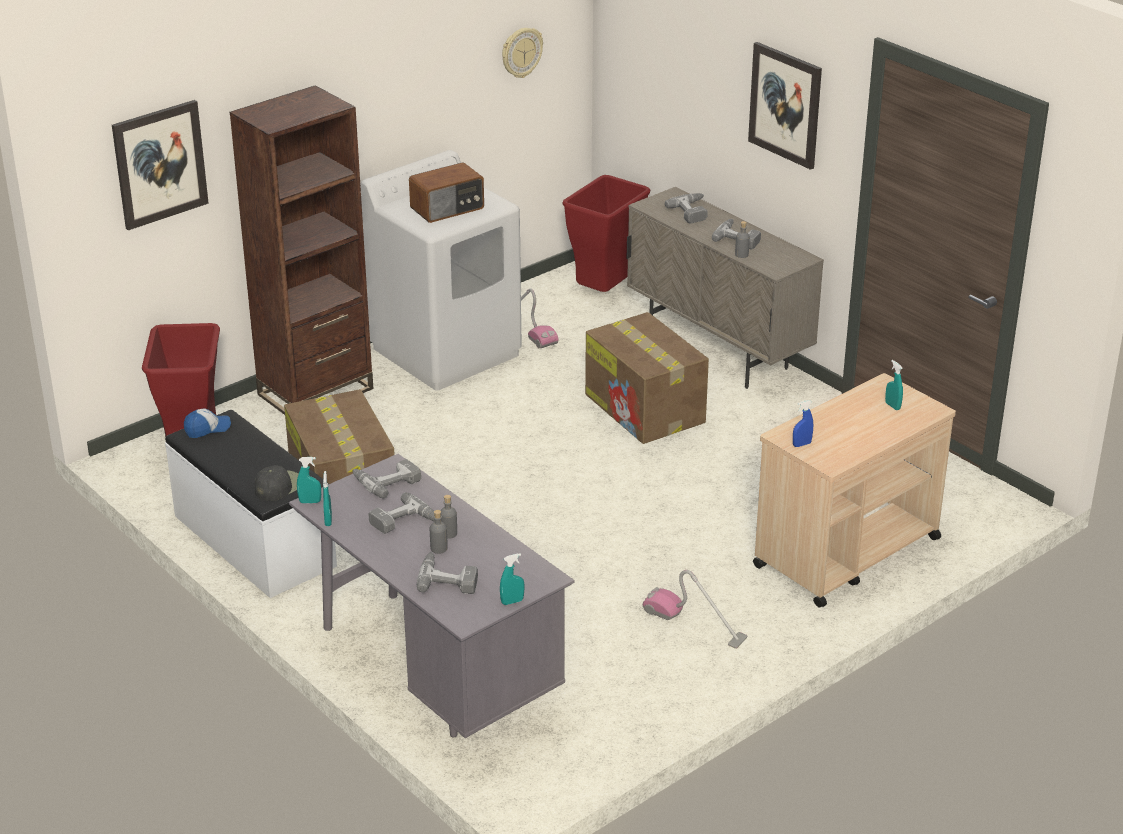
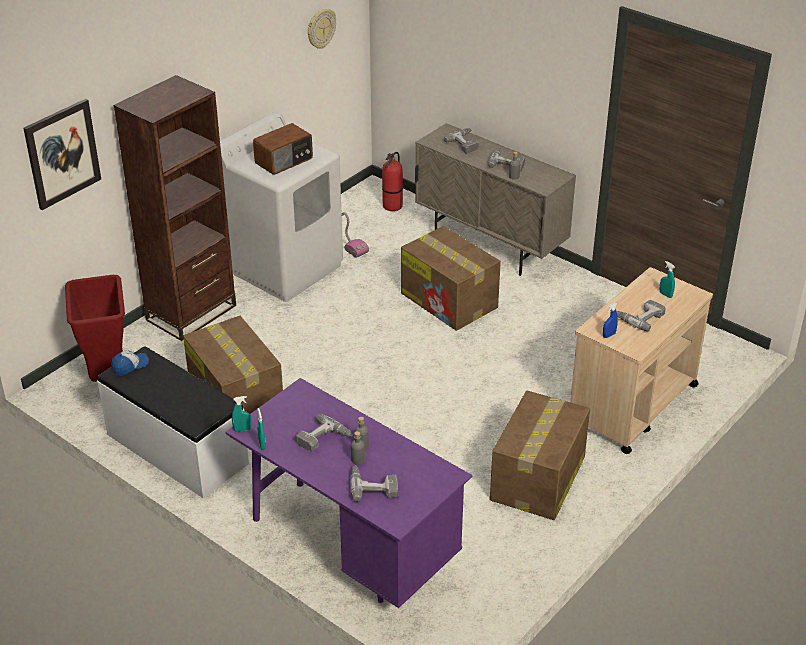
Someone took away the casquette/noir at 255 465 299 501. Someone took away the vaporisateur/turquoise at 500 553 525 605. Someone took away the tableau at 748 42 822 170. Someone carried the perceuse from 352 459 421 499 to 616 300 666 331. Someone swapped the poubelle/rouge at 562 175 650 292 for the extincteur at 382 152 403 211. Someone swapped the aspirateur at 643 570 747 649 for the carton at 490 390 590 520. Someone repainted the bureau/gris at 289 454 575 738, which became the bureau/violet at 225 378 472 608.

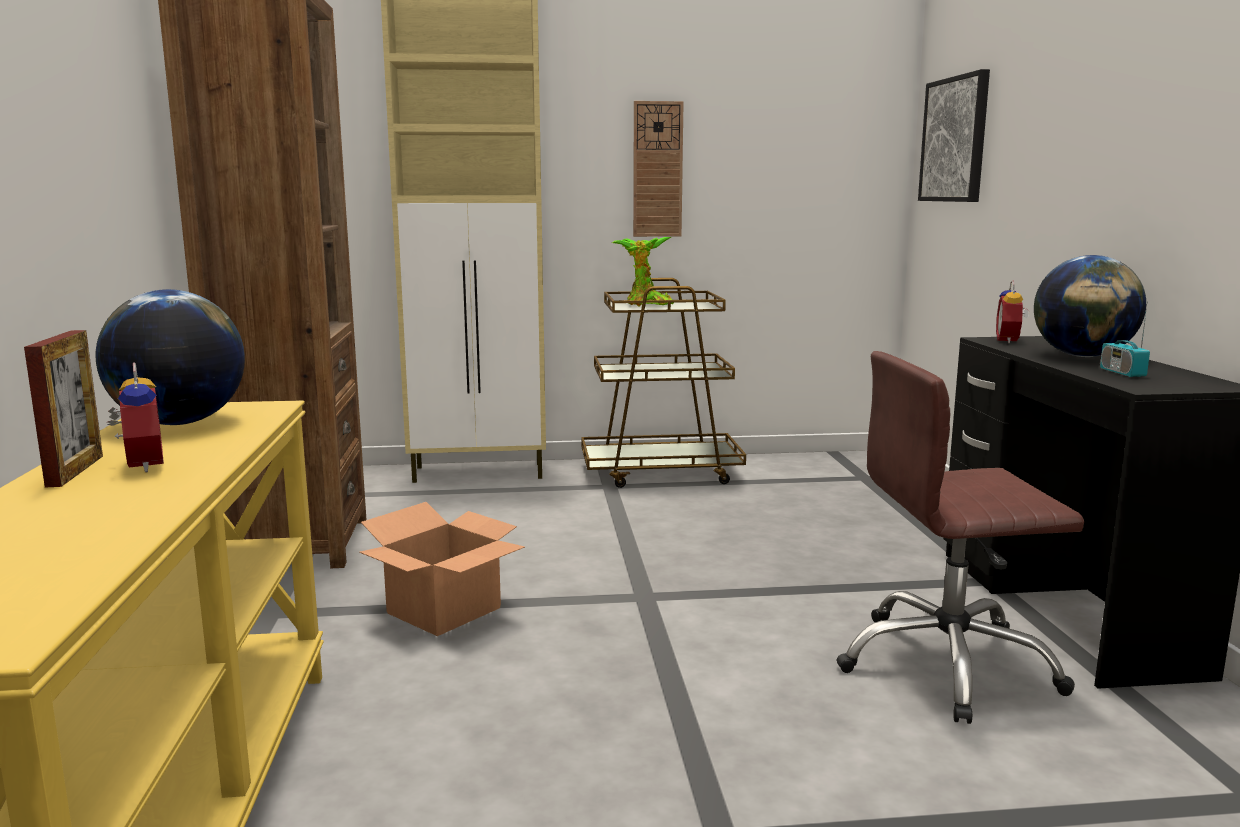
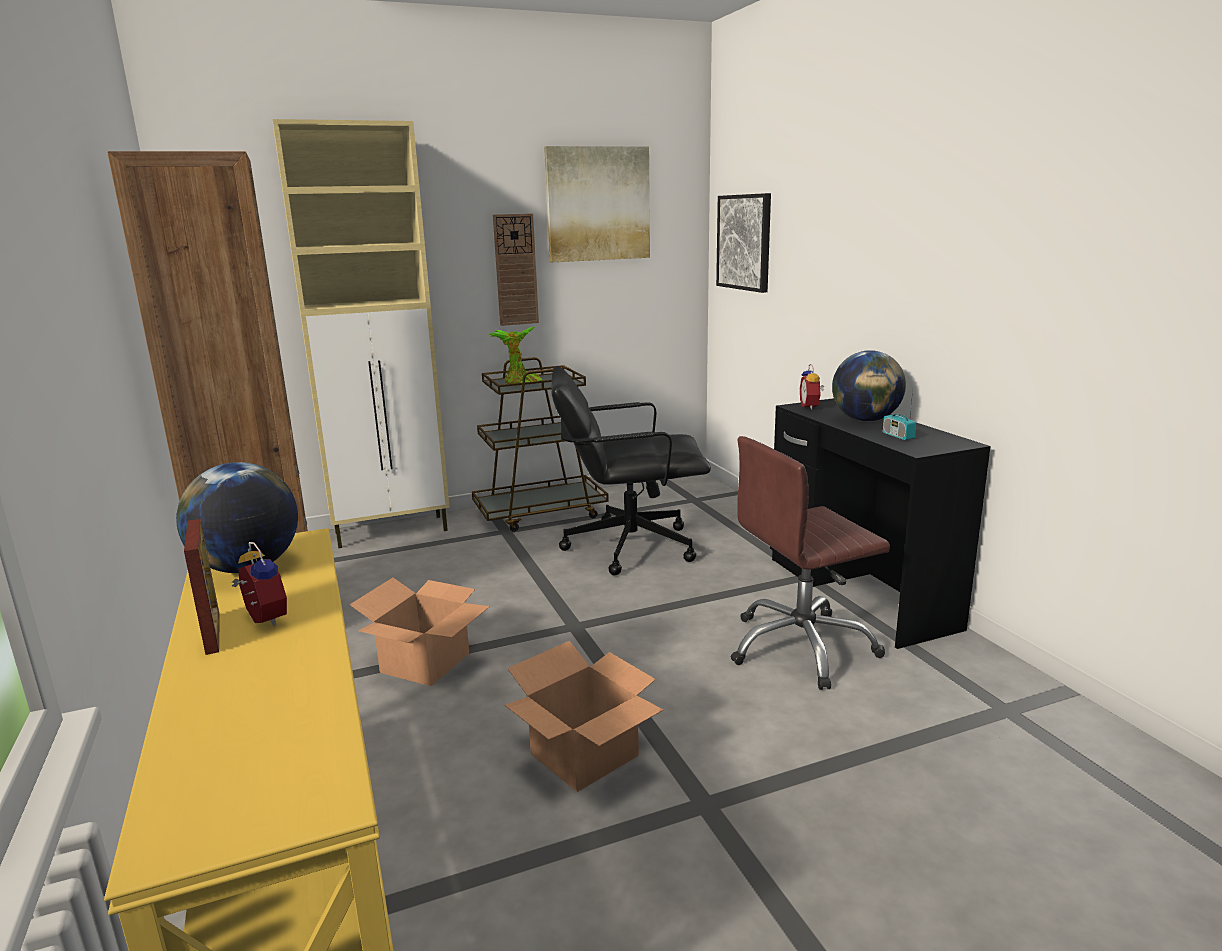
Someone put down the carton at 505 641 663 792. Someone put up the tableau at 544 146 650 262. Someone put down the chaise de bureau/noir at 551 366 711 576.

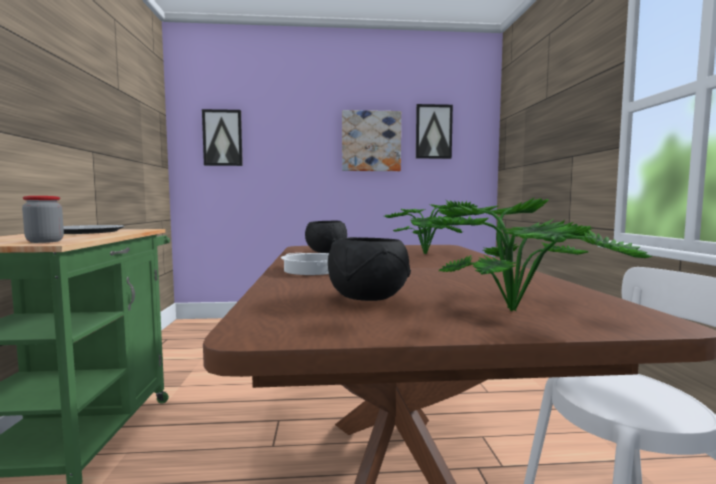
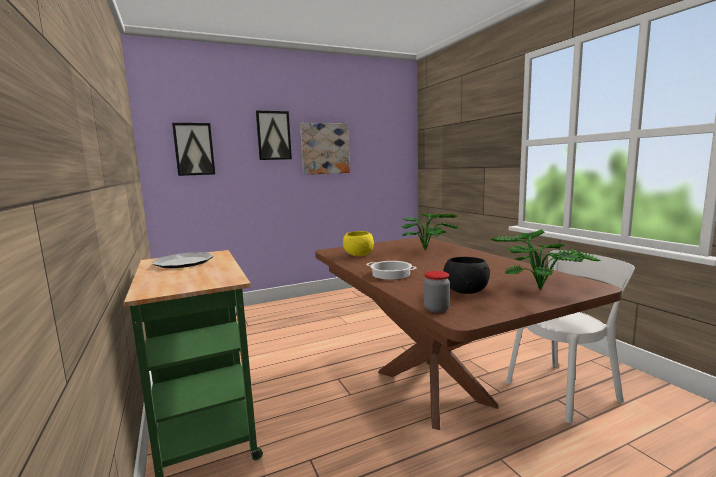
Someone carried the bocal from 22 196 64 243 to 424 271 450 313. Someone carried the tableau from 416 104 453 159 to 256 111 292 160. Someone repainted the bol/noir at 305 221 347 253, which became the bol/jaune at 343 231 374 256.

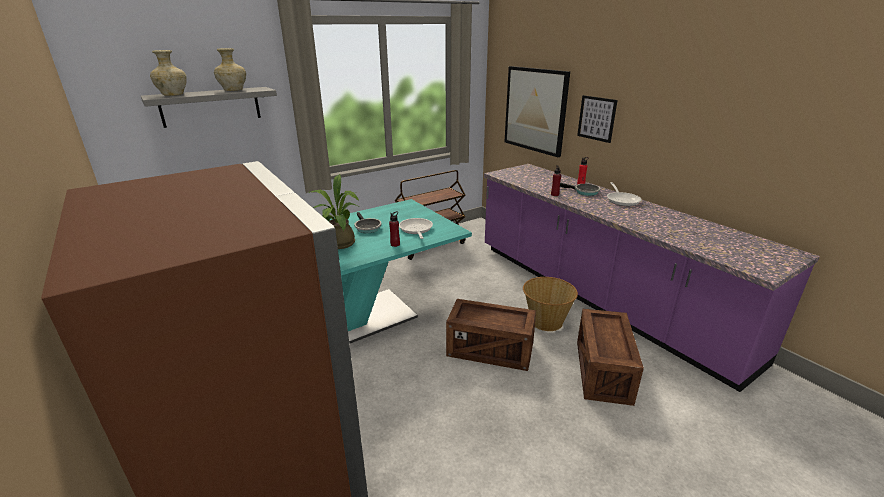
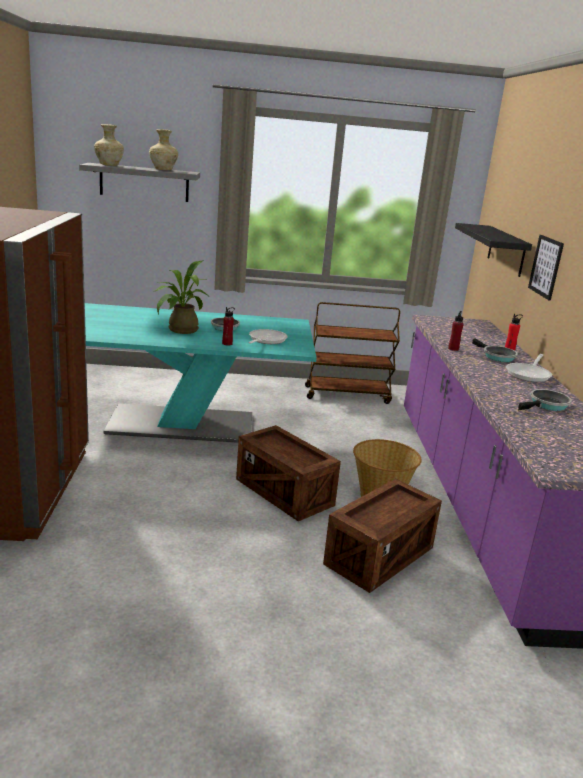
Someone put down the poêle at 518 389 572 411. Someone swapped the tableau at 505 66 570 157 for the étagère/noir at 455 223 532 277.

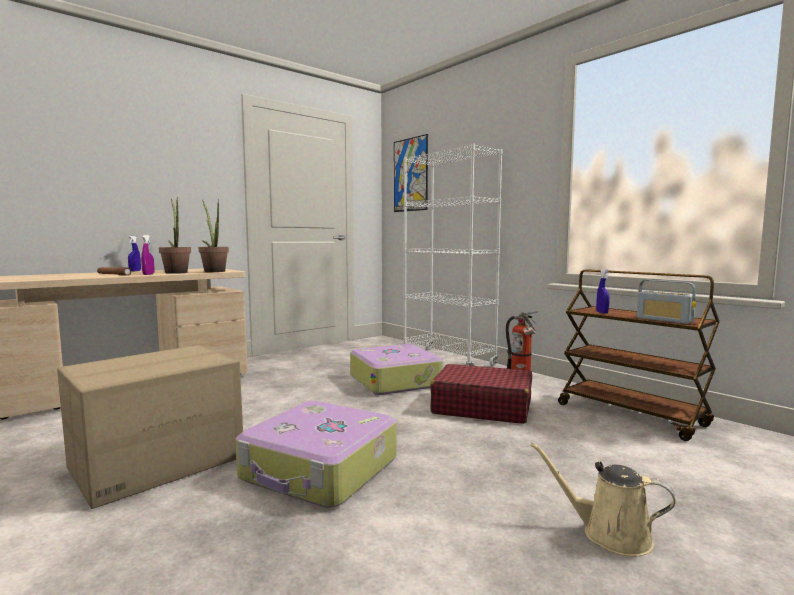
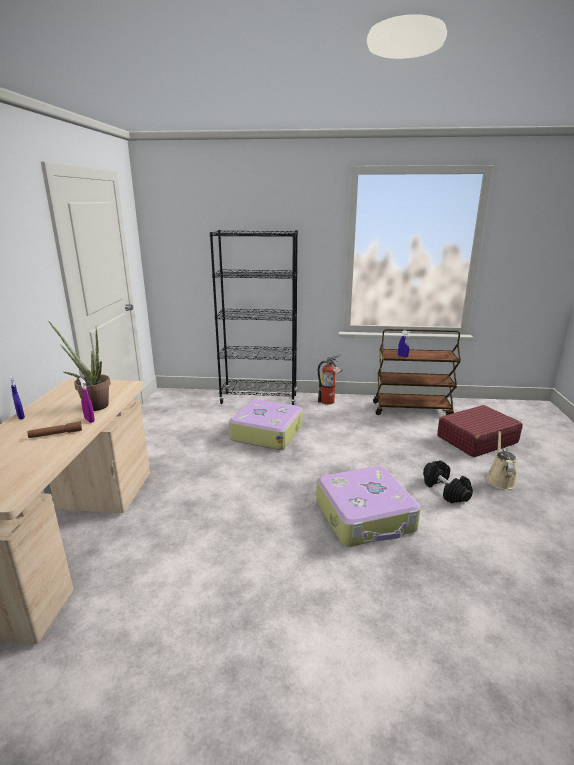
Someone took away the carton at 57 345 243 509. Someone took away the plante en pot at 199 199 229 272. Someone took away the tableau at 394 134 428 212. Someone took away the radio at 636 280 696 324. Someone put down the haltère/noir at 423 460 473 503. Someone carried the valise/rouge from 430 364 532 424 to 437 405 523 457. Someone repainted the bibliothèque/blanc at 403 144 502 366, which became the bibliothèque/noir at 210 230 298 405. Someone rotated the arrosoir/beige at 530 443 675 557 by 120 degrees clockwise.

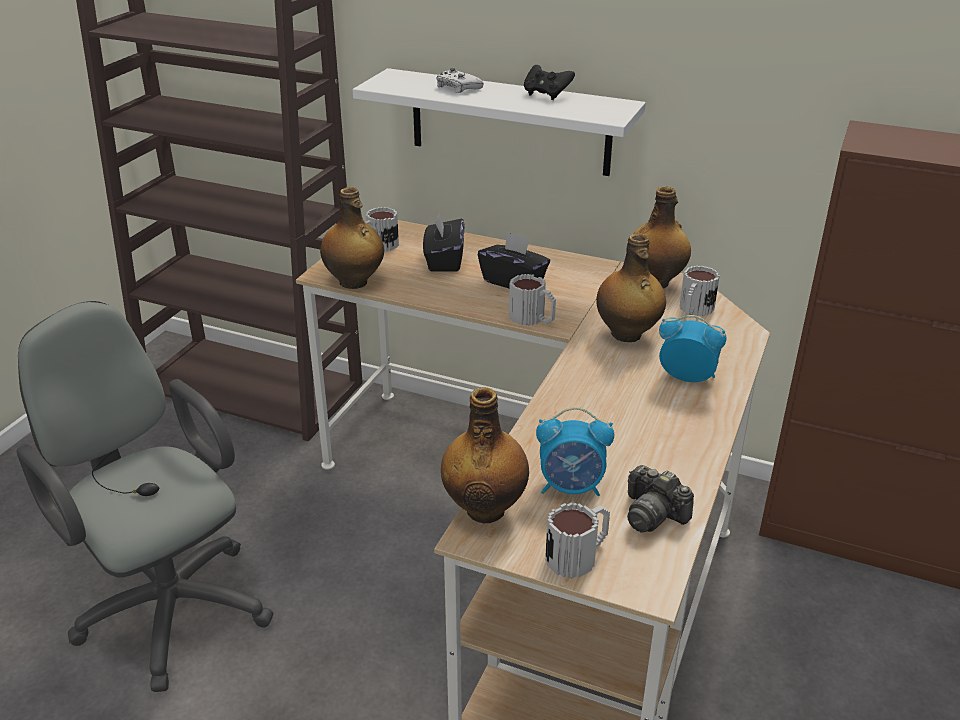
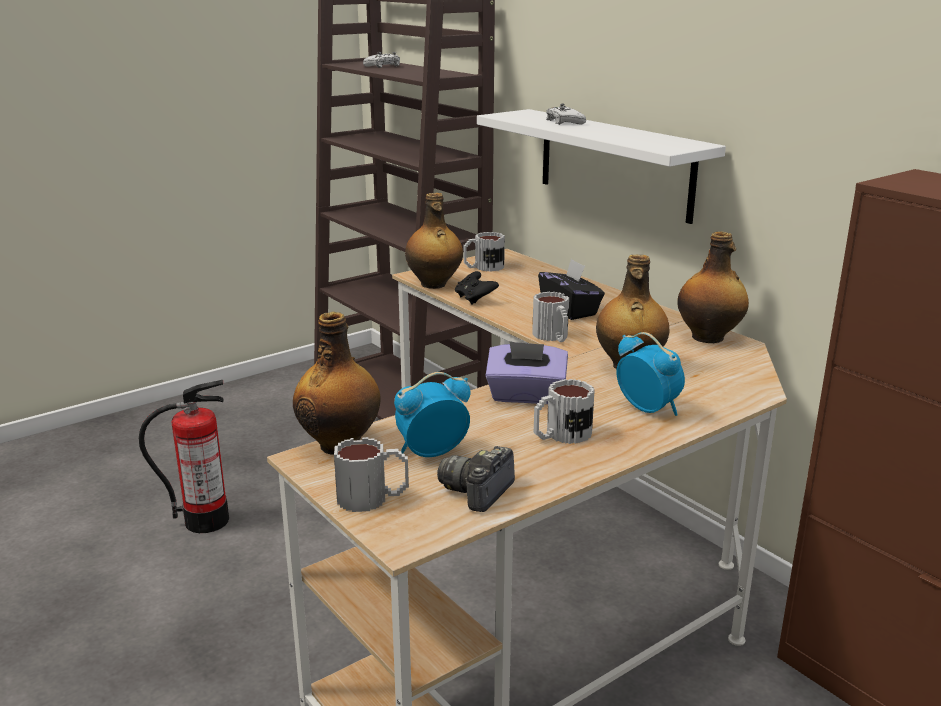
Someone took away the boîte à mouchoirs/noir at 423 212 465 272. Someone put down the manette/blanc at 363 52 400 68. Someone put down the boîte à mouchoirs/violet at 485 341 568 404. Someone carried the manette/noir from 524 65 575 100 to 455 271 499 305. Someone carried the mug from 680 266 720 318 to 534 379 595 444. Someone swapped the chaise de bureau/gris at 16 301 274 692 for the extincteur at 139 380 229 533. Someone rotated the réveil at 536 407 614 496 by 120 degrees clockwise. Someone rotated the appareil photo at 627 465 694 532 by 45 degrees clockwise.

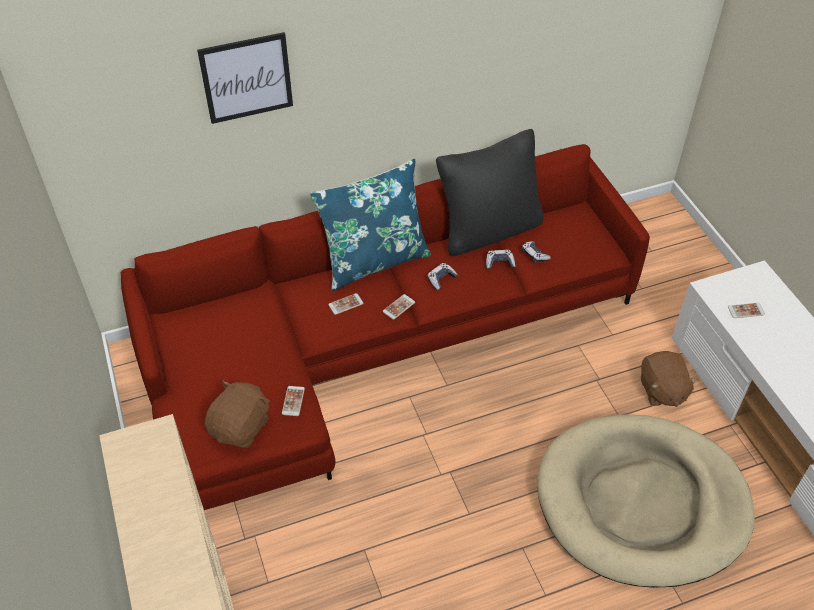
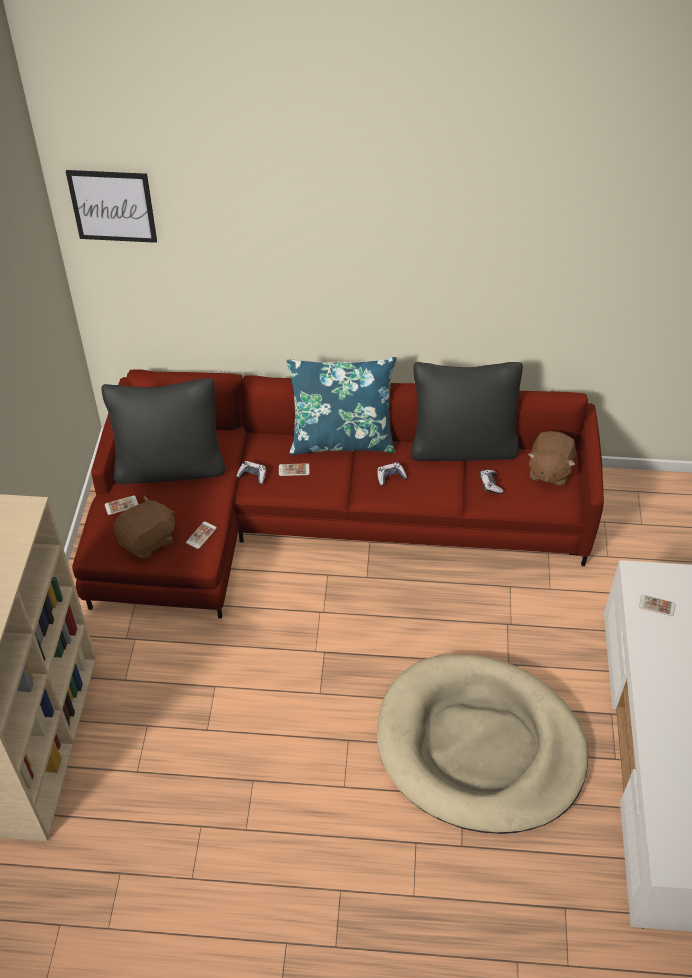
Someone put down the coussin/noir at 101 378 225 484. Someone carried the tableau from 197 32 293 124 to 66 170 157 243. Someone carried the téléphone from 383 294 415 320 to 105 495 139 515. Someone carried the manette from 486 250 515 270 to 236 461 266 484. Someone carried the peluche/marron from 641 351 698 407 to 528 431 576 486.

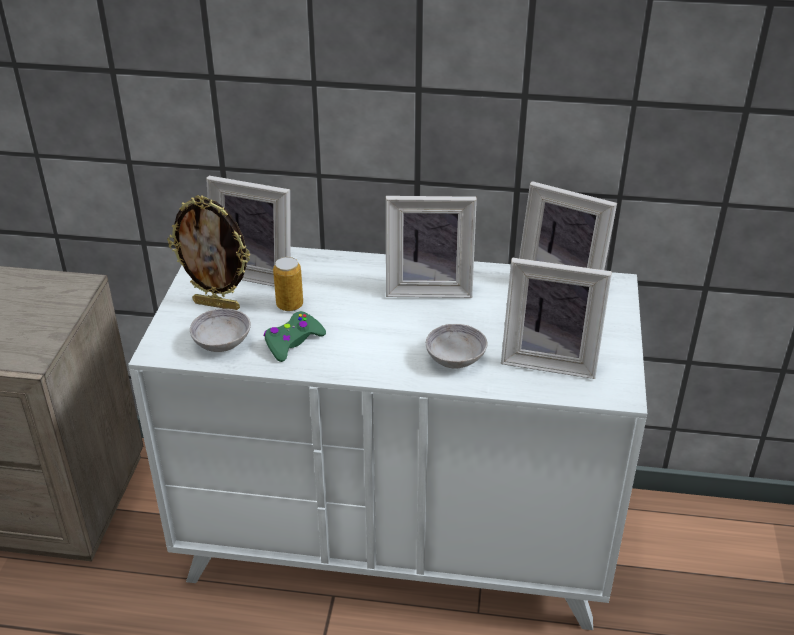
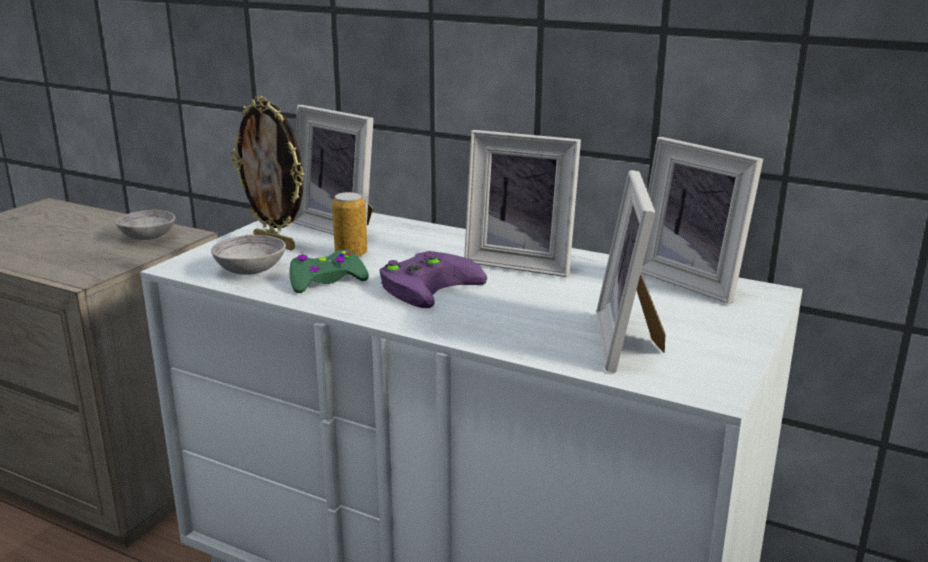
Someone put down the manette/violet at 379 251 487 308. Someone carried the bol/gris from 426 324 488 368 to 116 210 176 240. Someone rotated the cadre photo at 501 258 612 379 by 60 degrees clockwise.

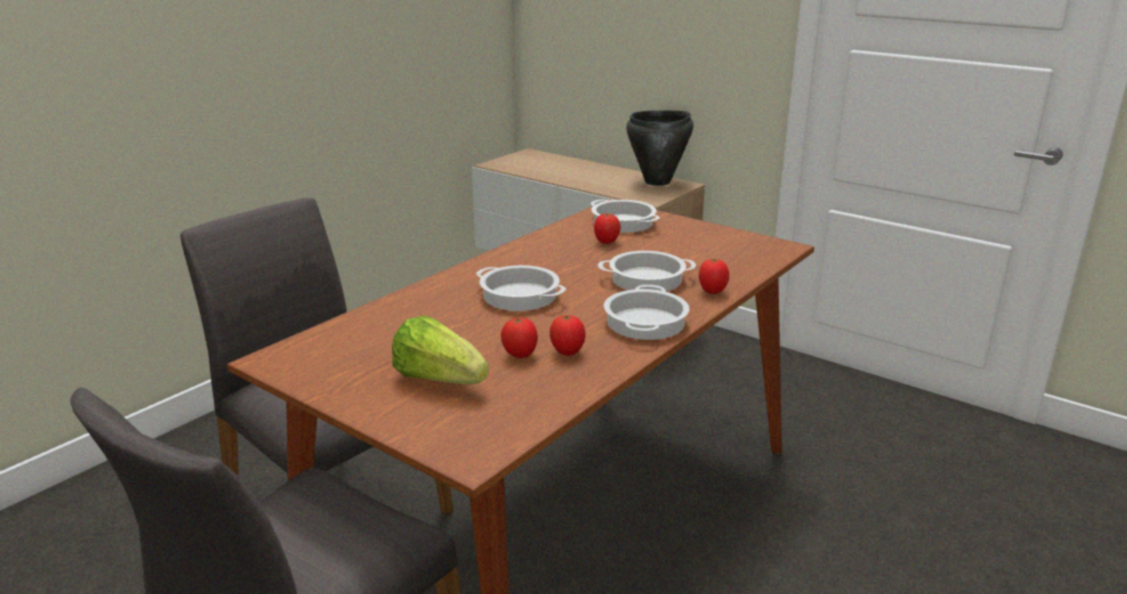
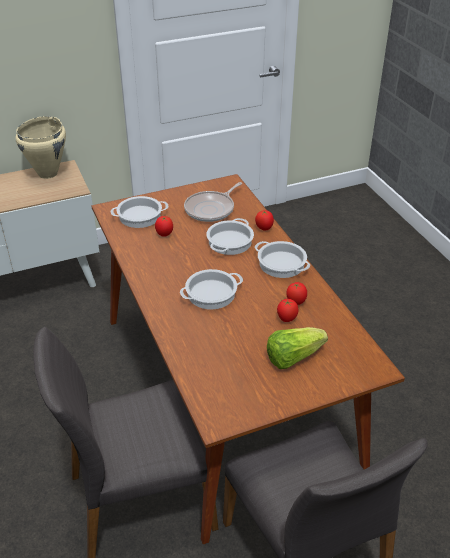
Someone put down the poêle at 184 182 242 222. Someone repainted the marmite/noir at 626 110 693 186, which became the marmite/beige at 16 116 66 179.

